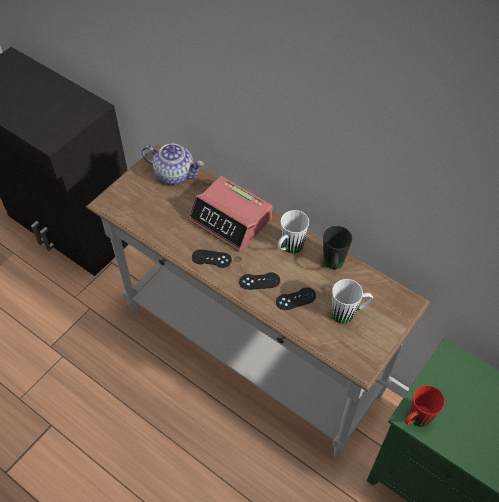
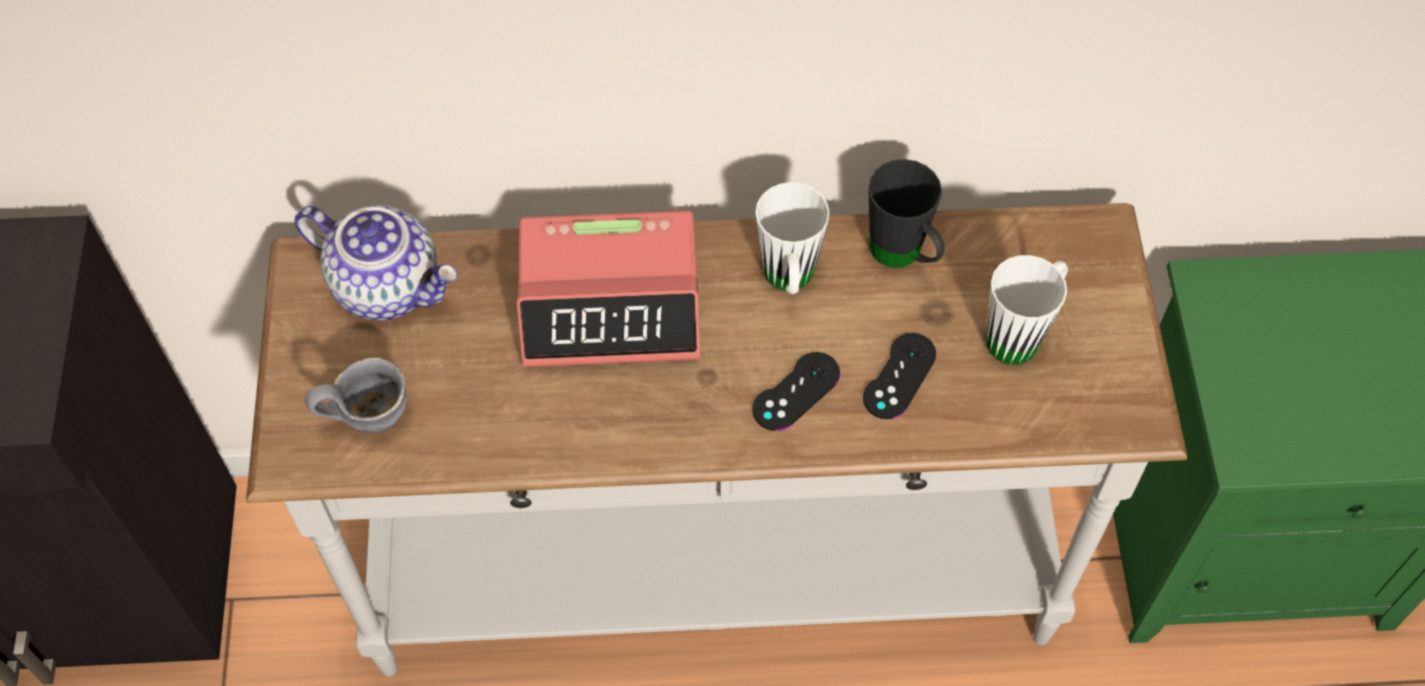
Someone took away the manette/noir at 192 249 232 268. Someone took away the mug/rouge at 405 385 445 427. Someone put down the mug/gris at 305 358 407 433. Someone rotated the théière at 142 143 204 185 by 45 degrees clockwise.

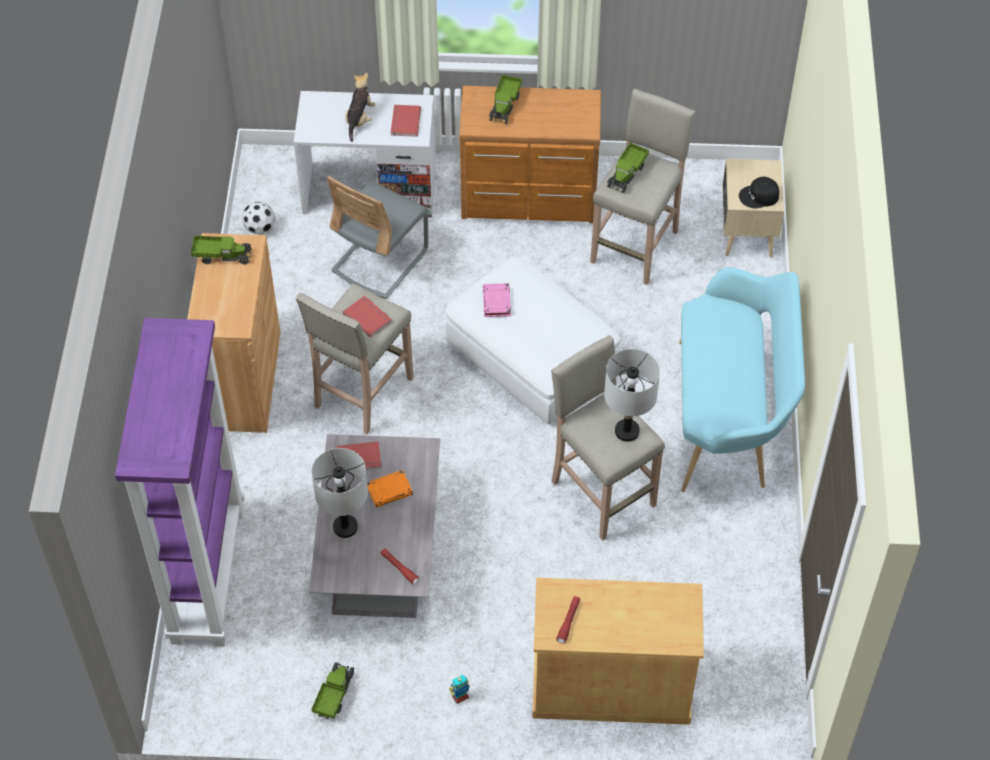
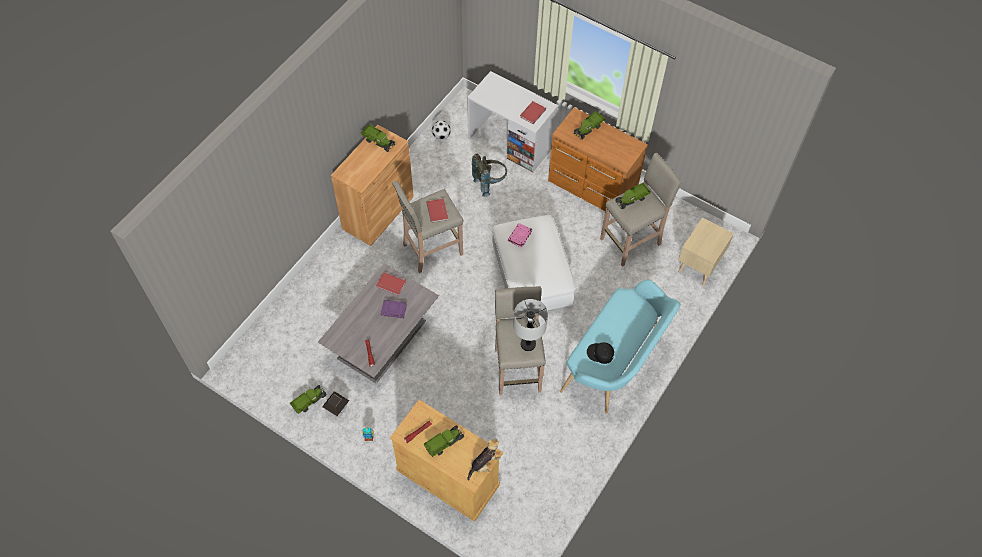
Someone took away the bibliothèque/violet at 115 318 245 646. Someone took away the lampe de table/gris at 312 448 368 538. Someone put down the maison miniature at 322 391 349 418. Someone put down the camion jouet at 424 425 464 457. Someone carried the peluche from 345 72 375 142 to 467 439 500 481. Someone carried the casquette/noir from 739 177 779 208 to 587 342 614 364. Someone swapped the chaise/gris at 327 176 428 299 for the sac à dos/gris at 472 154 507 197. Someone repainted the livre/orange at 367 470 413 507, which became the livre/violet at 381 299 407 318.

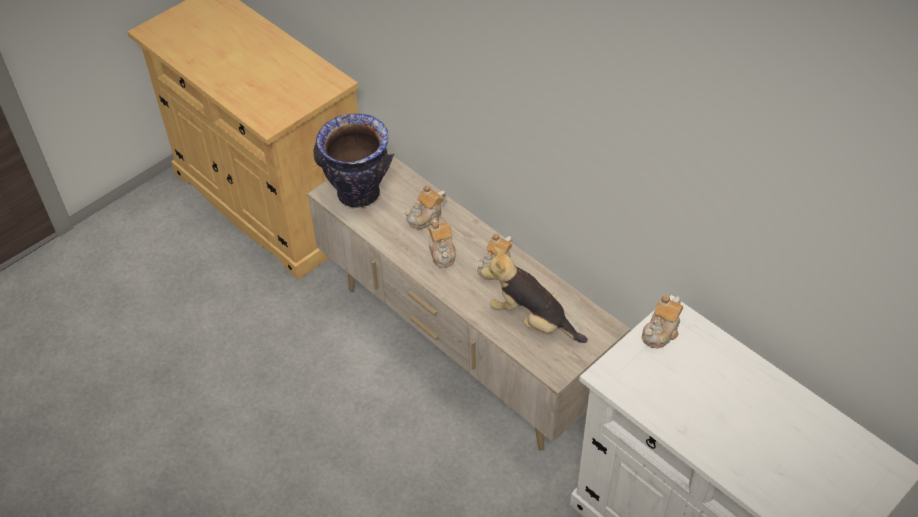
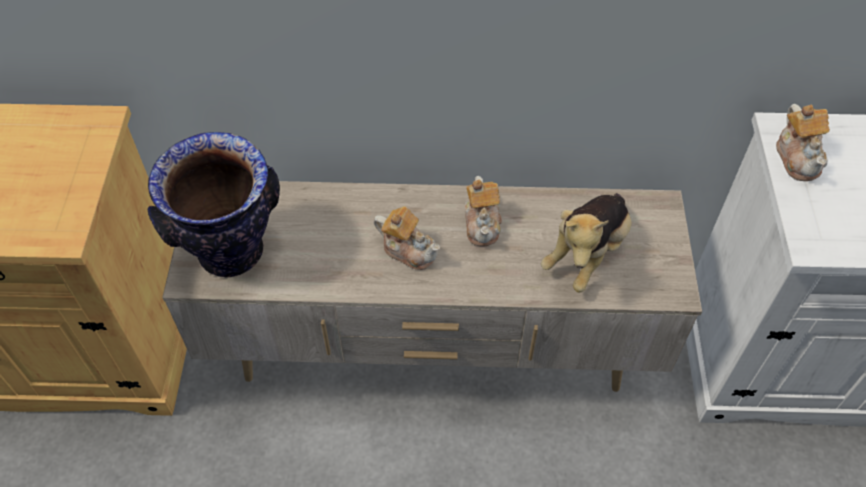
Someone took away the théière at 404 185 447 229. Someone rotated the peluche at 481 246 588 343 by 45 degrees counterclockwise.

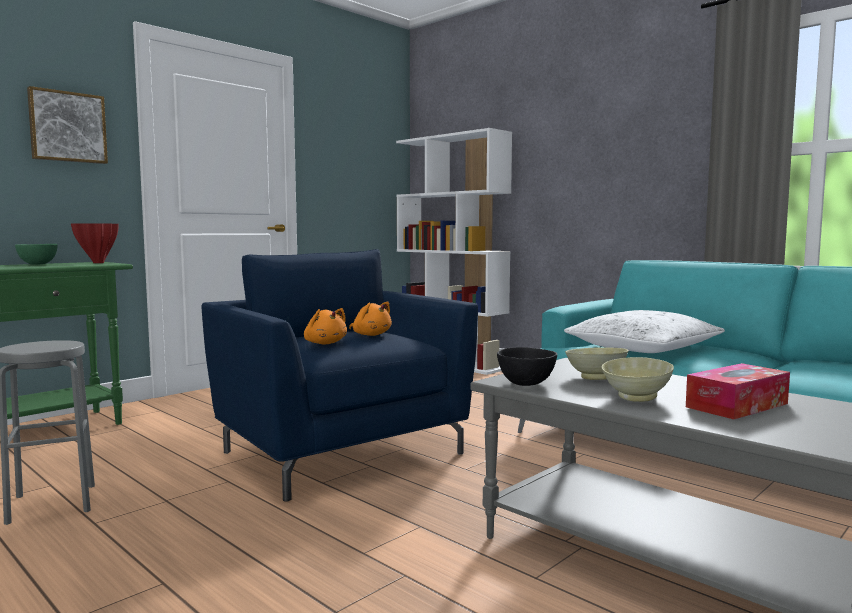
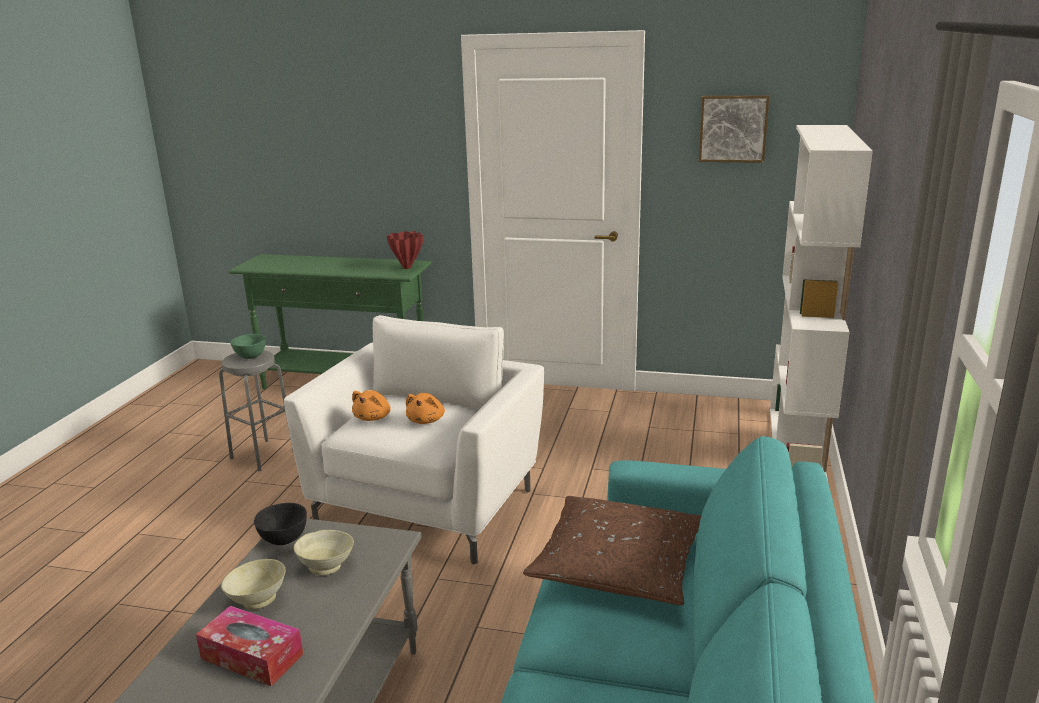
Someone carried the bol/vert from 15 244 58 265 to 230 334 266 359. Someone carried the tableau from 27 86 108 164 to 699 95 769 163. Someone repainted the fauteuil/bleu at 202 249 478 502, which became the fauteuil/blanc at 284 315 544 564. Someone repainted the coussin/blanc at 564 310 725 353, which became the coussin/marron at 523 496 701 605.

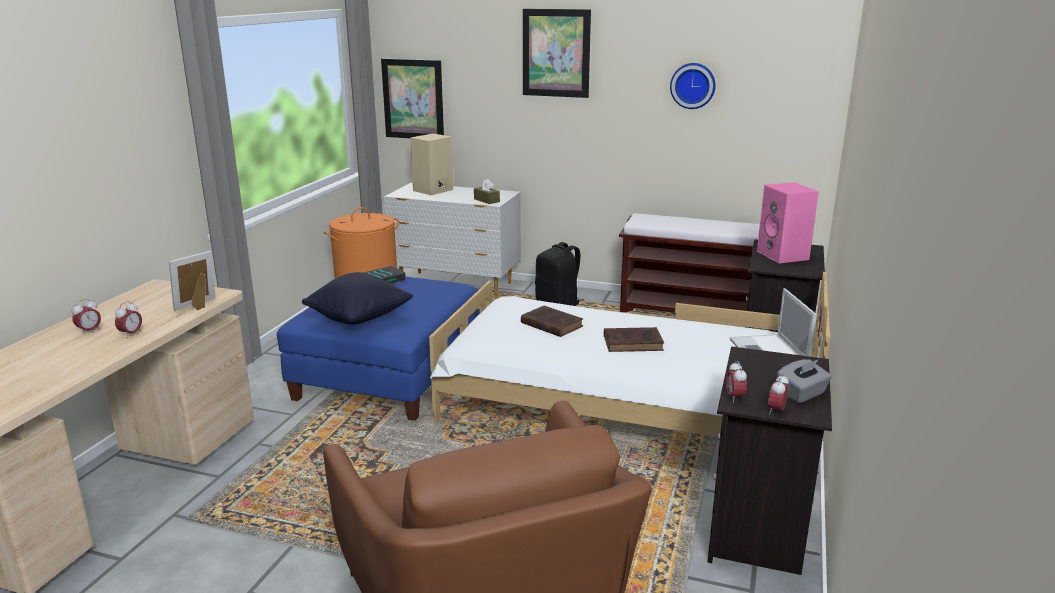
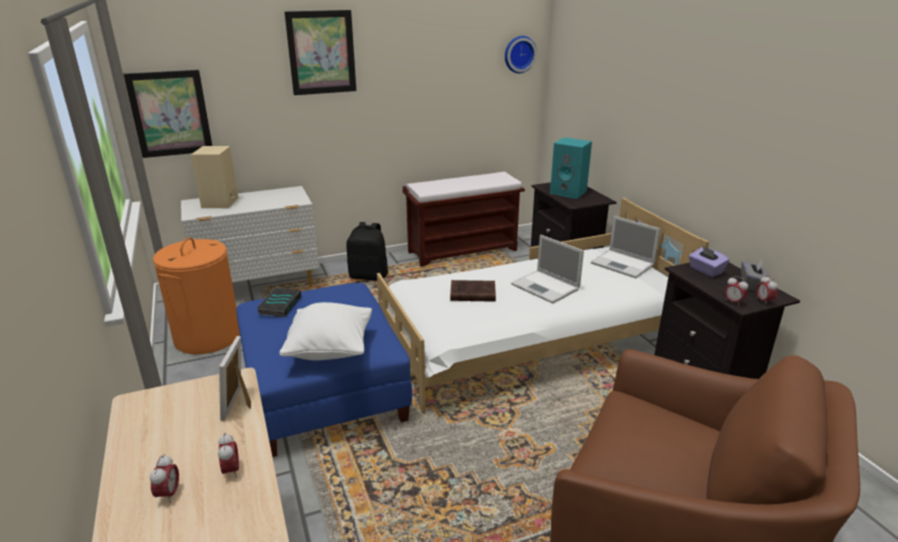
Someone took away the boîte à mouchoirs/marron at 474 179 500 204. Someone put down the boîte à mouchoirs/violet at 689 246 729 277. Someone carried the horloge murale from 670 63 716 109 to 505 36 537 73. Someone swapped the livre/marron at 604 327 664 352 for the ordinateur portable at 511 235 584 304. Someone repainted the coussin/noir at 302 272 413 325, which became the coussin/blanc at 279 302 372 360. Someone repainted the enceinte/rose at 757 182 819 263, which became the enceinte/turquoise at 550 137 592 199.

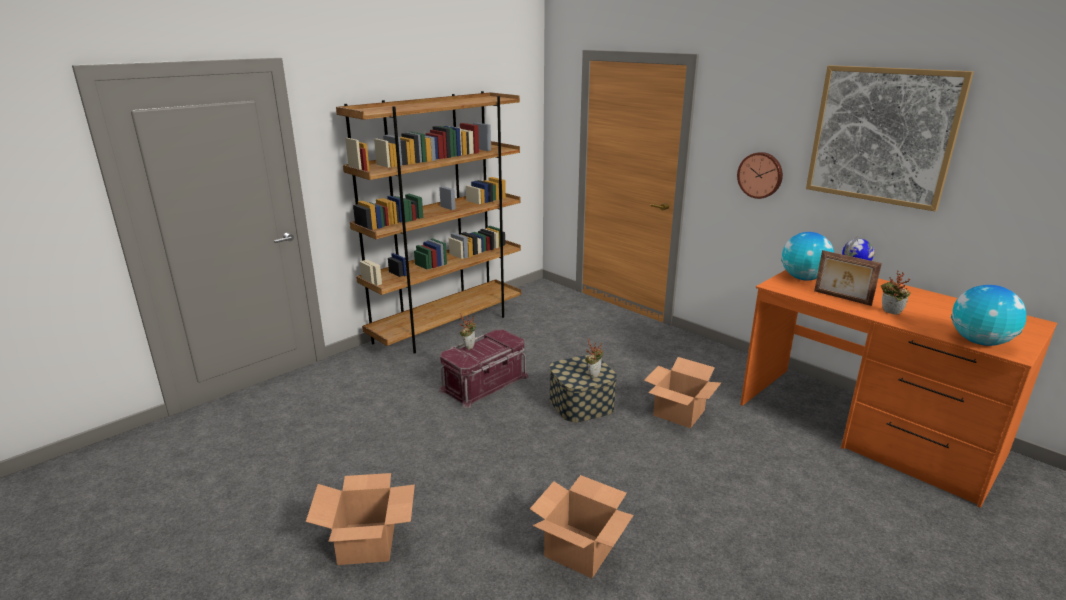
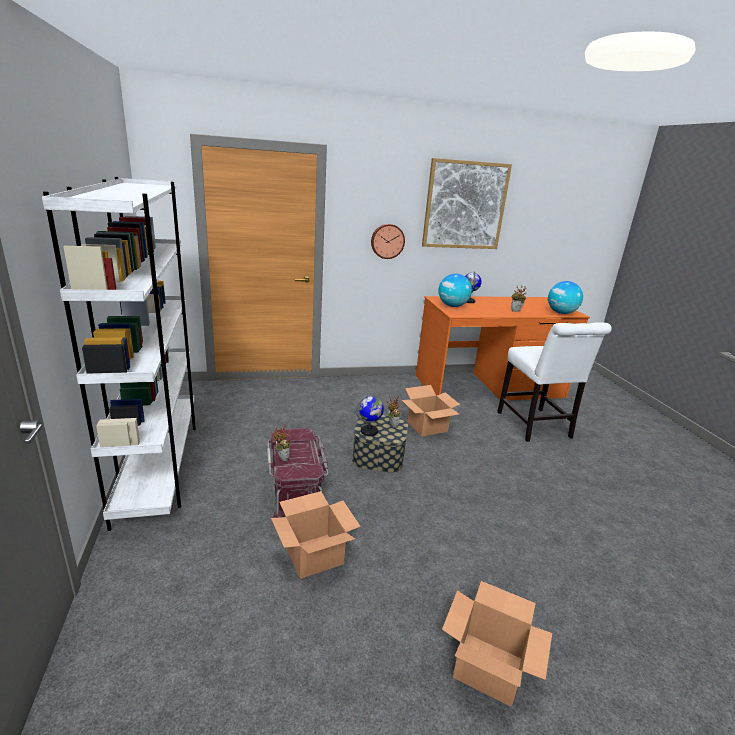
Someone took away the cadre photo at 814 250 882 306. Someone put down the globe at 355 395 384 436. Someone put down the chaise/blanc at 497 322 612 442. Someone carried the carton from 530 475 634 578 to 271 491 361 579. Someone repainted the bibliothèque/marron at 336 91 521 354, which became the bibliothèque/blanc at 42 177 196 531.

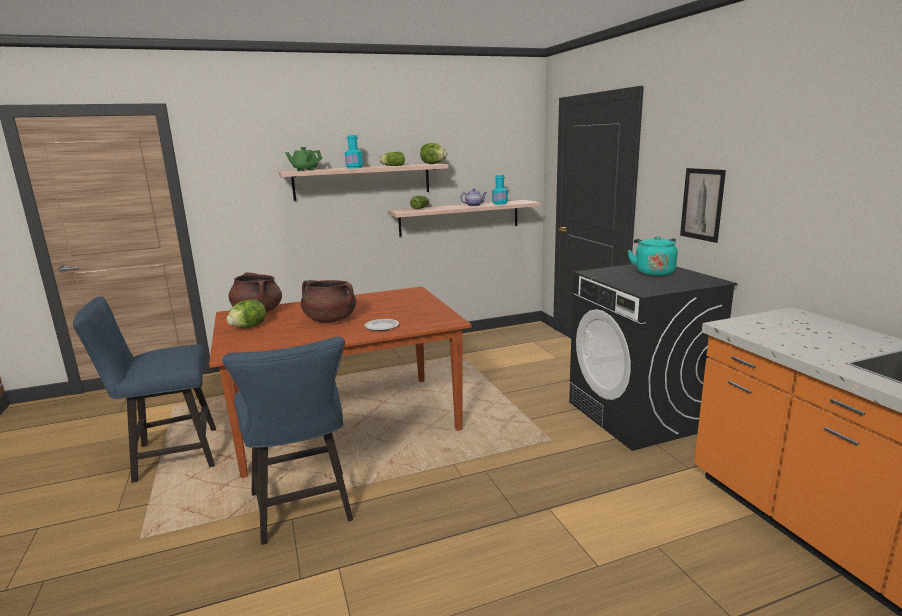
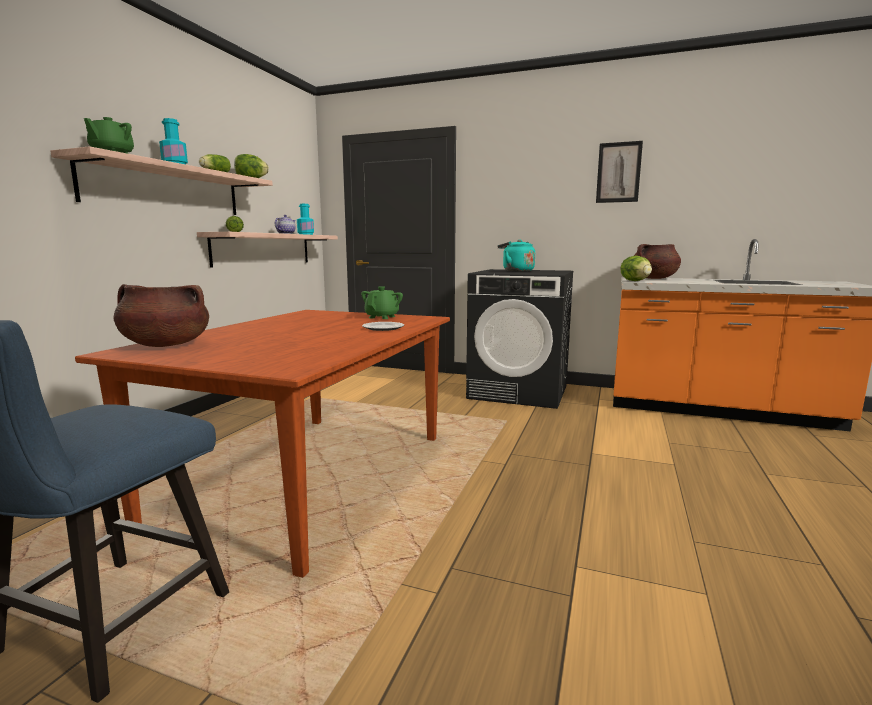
Someone took away the chaise/bleu at 222 337 353 545. Someone put down the théière/vert at 361 286 403 319. Someone carried the laitue from 227 299 266 328 to 620 256 652 281. Someone carried the marmite/marron from 301 280 356 323 to 634 244 681 279. Someone carried the tableau from 680 168 726 243 to 596 141 643 203.

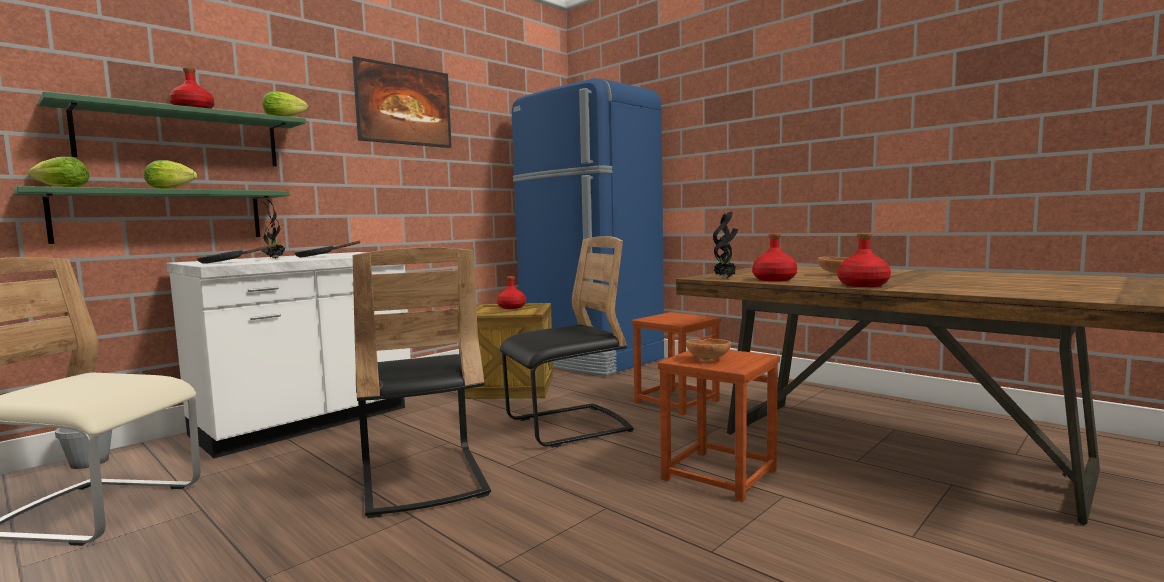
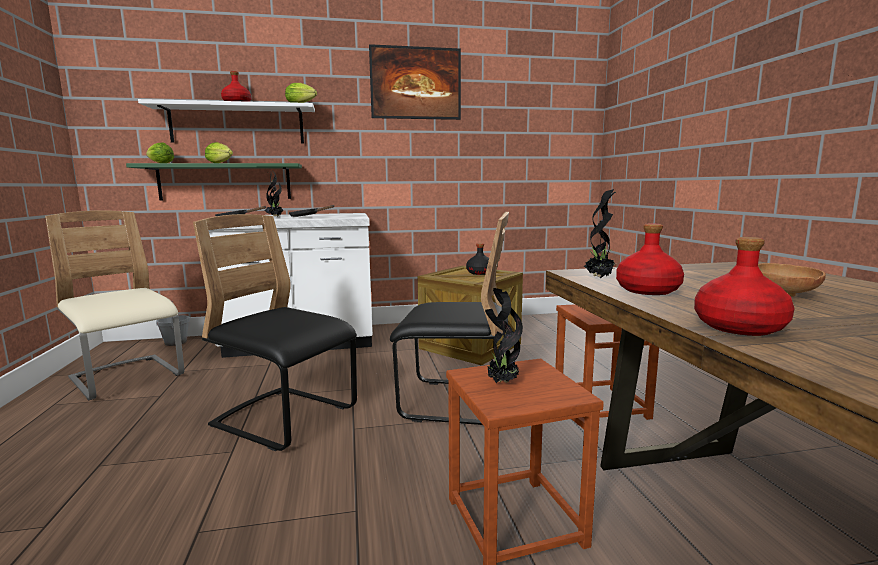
Someone took away the réfrigérateur/bleu at 512 78 664 376. Someone swapped the bol/marron at 686 339 731 362 for the plante en pot at 485 288 523 383. Someone repainted the étagère/vert at 38 91 306 166, which became the étagère/blanc at 138 99 315 143. Someone repainted the bouteille/rouge at 497 276 526 309, which became the bouteille/noir at 466 243 489 275. Someone rotated the chaise/noir at 353 247 491 518 by 105 degrees clockwise.

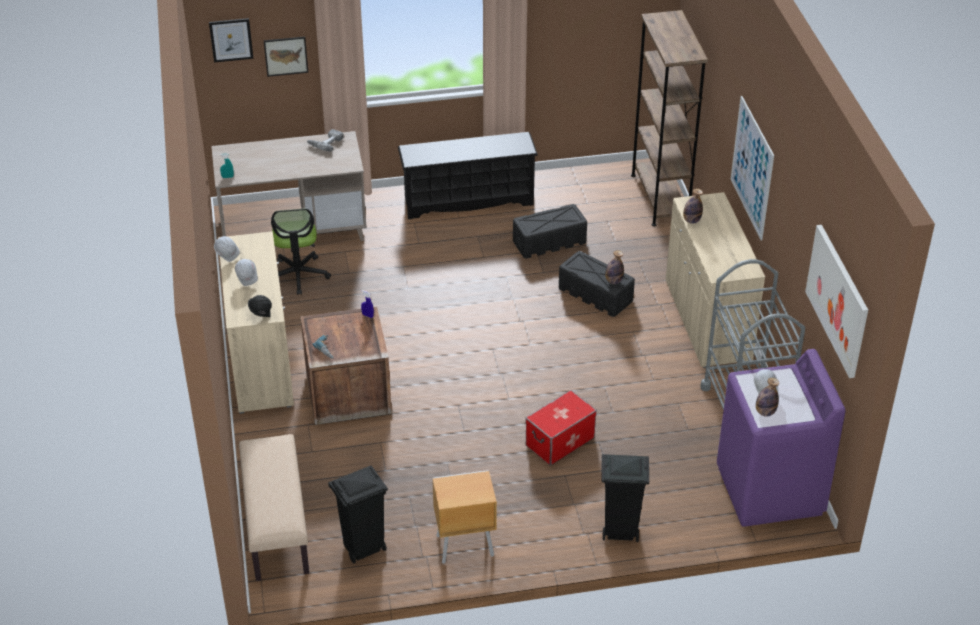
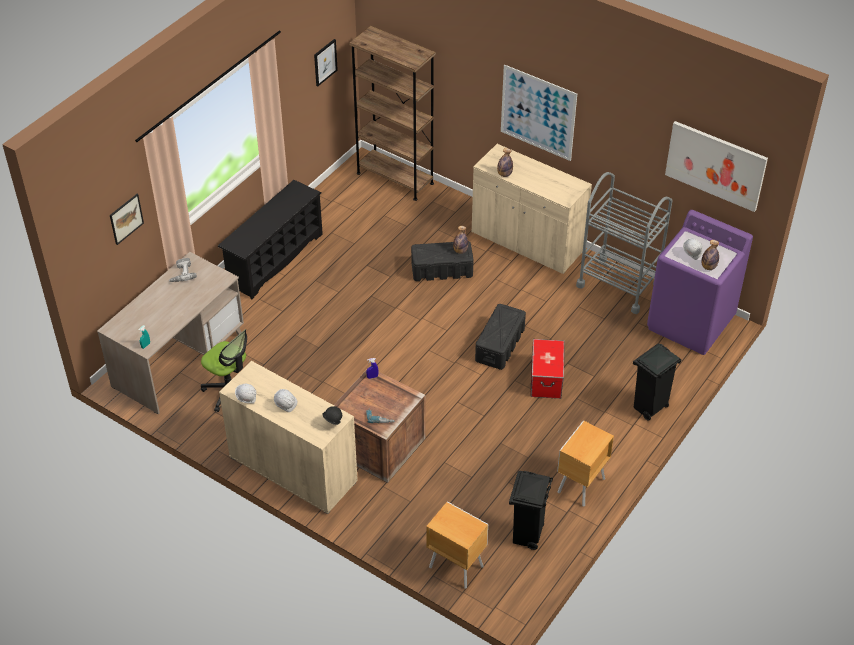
Someone carried the tableau from 209 18 254 62 to 314 39 338 86. Someone carried the boîte de rangement/noir from 513 204 587 259 to 475 304 526 370. Someone swapped the banc/beige at 239 434 309 581 for the table de chevet/marron at 426 501 488 589.

